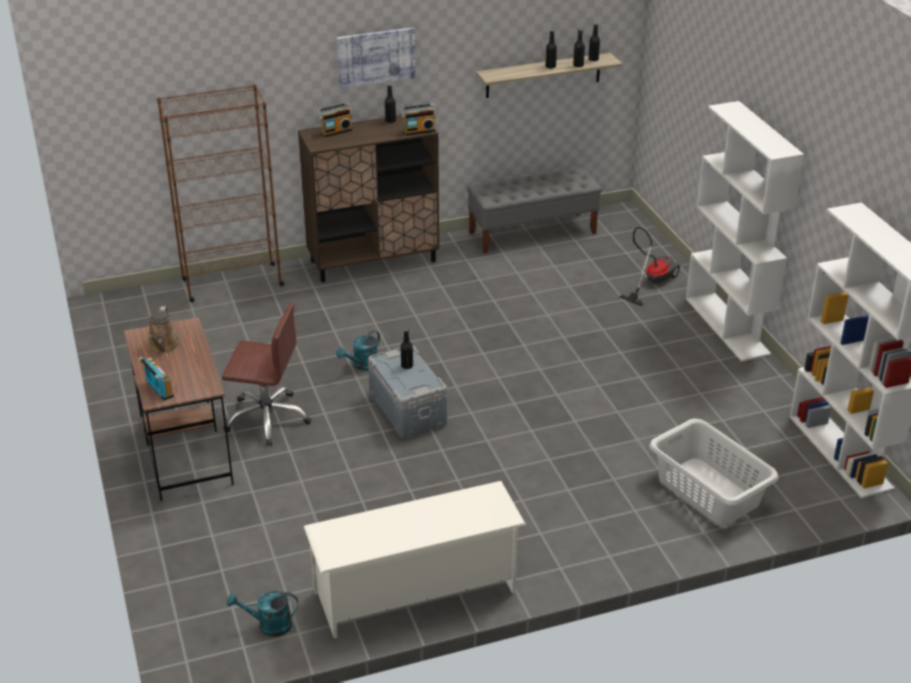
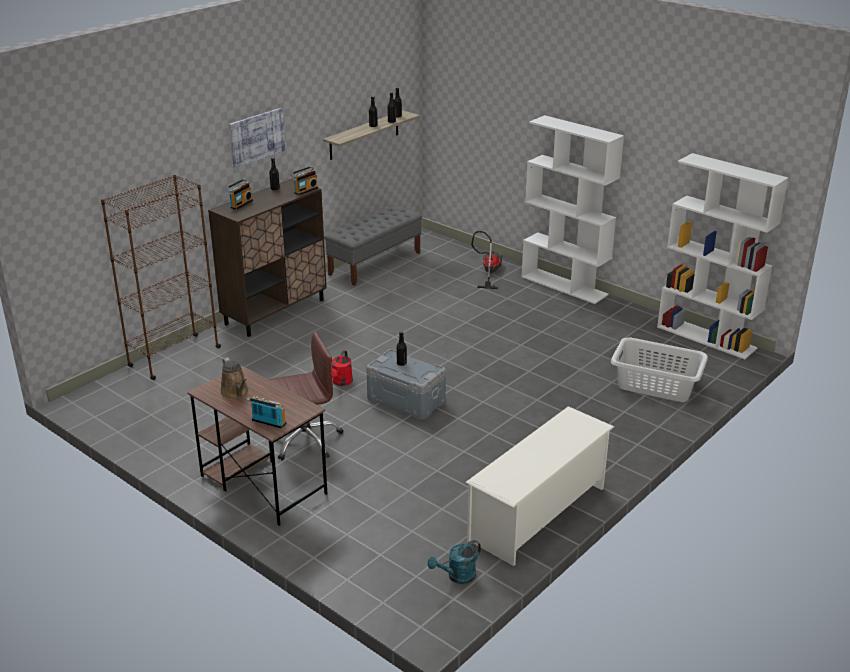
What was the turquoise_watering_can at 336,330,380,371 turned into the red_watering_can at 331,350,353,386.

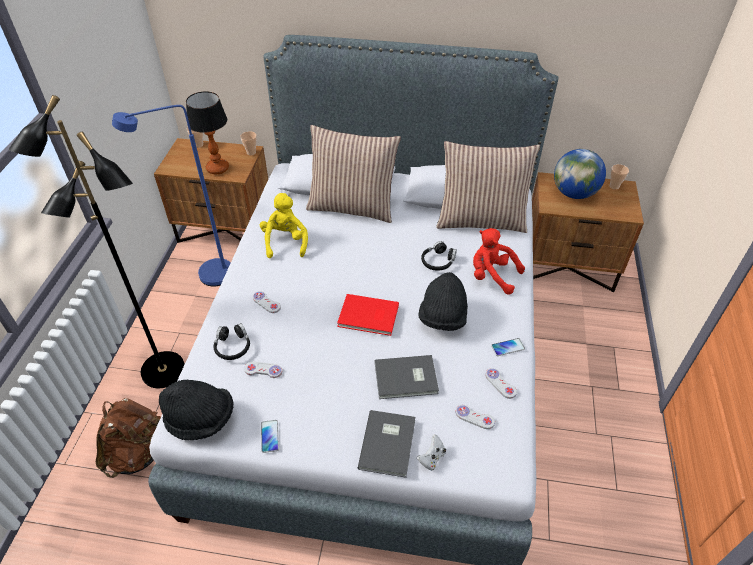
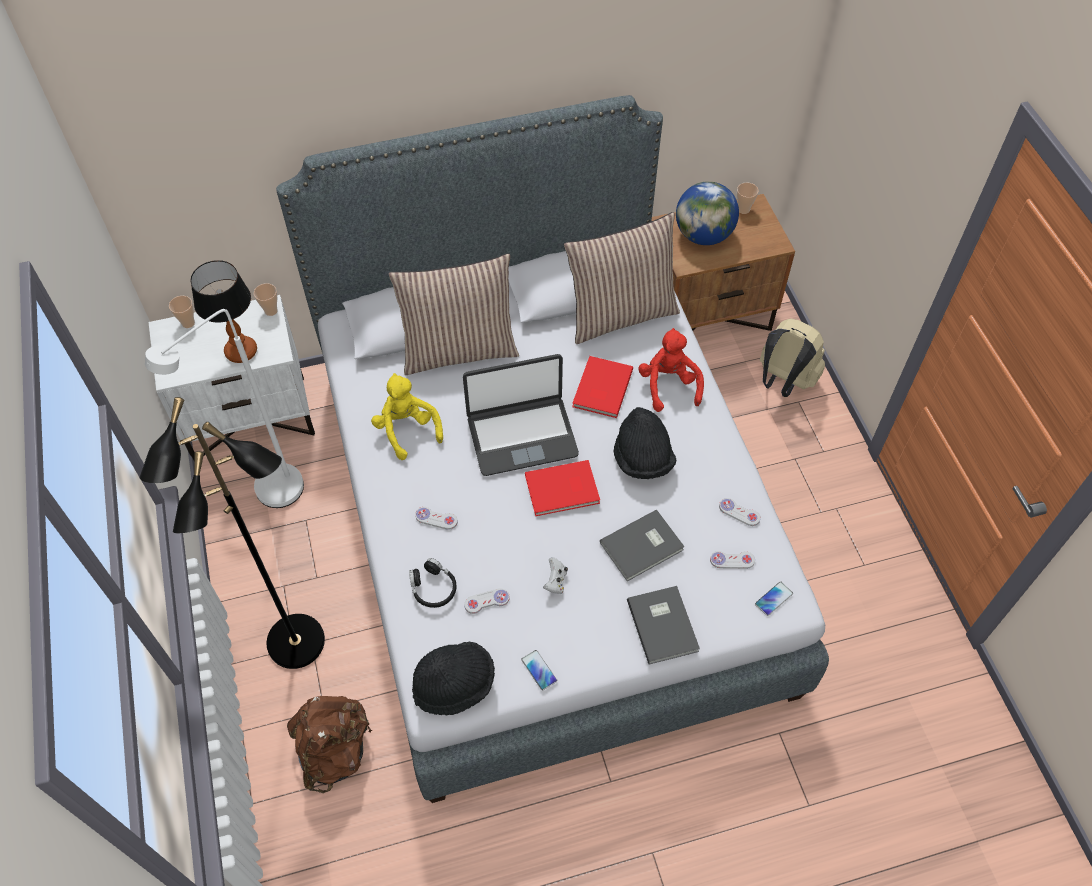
What was the blue_floor_lamp at 112,105,230,286 turned into the white_floor_lamp at 145,309,304,508.
What was the brown_nightstand at 154,138,268,243 turned into the white_nightstand at 148,295,315,460.
The white_game_controller ended up elsewhere, having gone from 417,434,446,471 to 543,557,568,594.
Where the black_headphones stood at 421,241,457,271, the red_book came to stand at 572,356,633,418.
The red_plush_toy at 473,228,525,294 ended up facing another way, 75 degrees clockwise from before.
The phone ended up elsewhere, having gone from 491,338,525,356 to 755,581,793,616.
The second view gained the laptop at 463,354,579,476.
The second view gained the beige_backpack at 760,318,825,397.

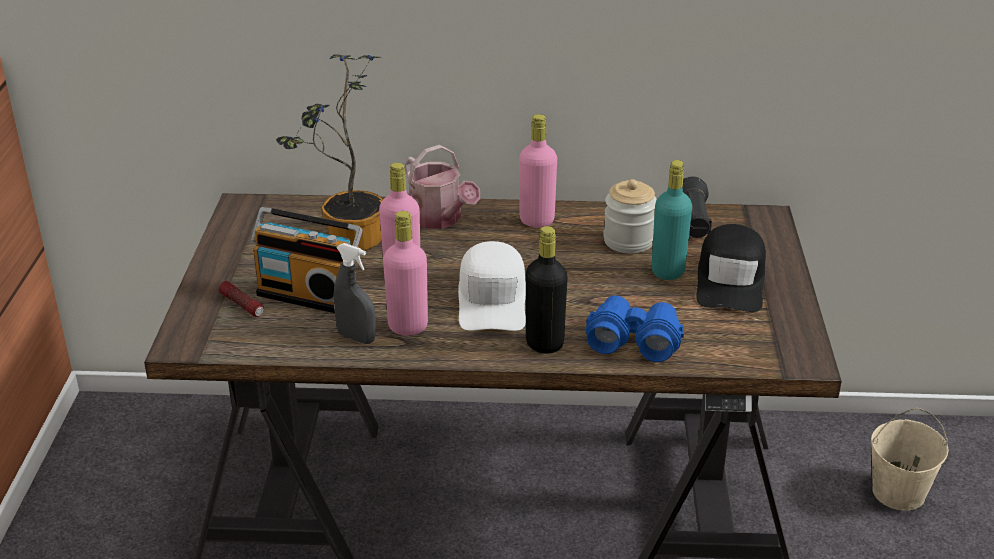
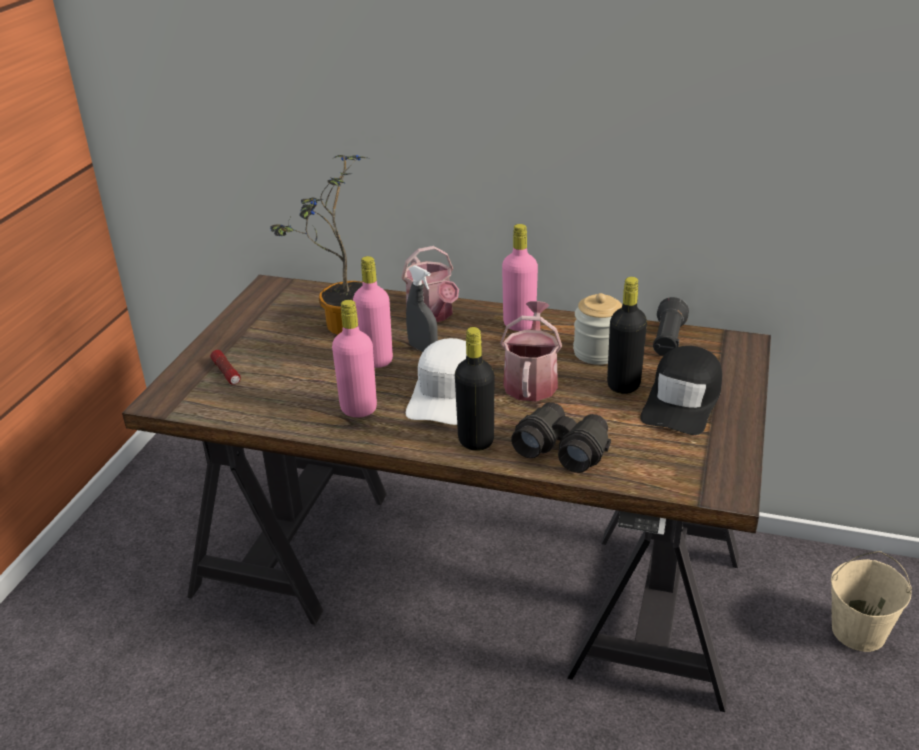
The second view lost the radio at 251,207,363,313.
The grey_spray_bottle ended up elsewhere, having gone from 334,243,376,344 to 406,265,438,352.
What was the blue_binoculars at 586,296,684,362 turned into the black_binoculars at 511,402,611,473.
What was the turquoise_bottle at 651,160,692,280 turned into the black_bottle at 607,277,647,394.
The second view gained the watering_can at 500,301,562,401.

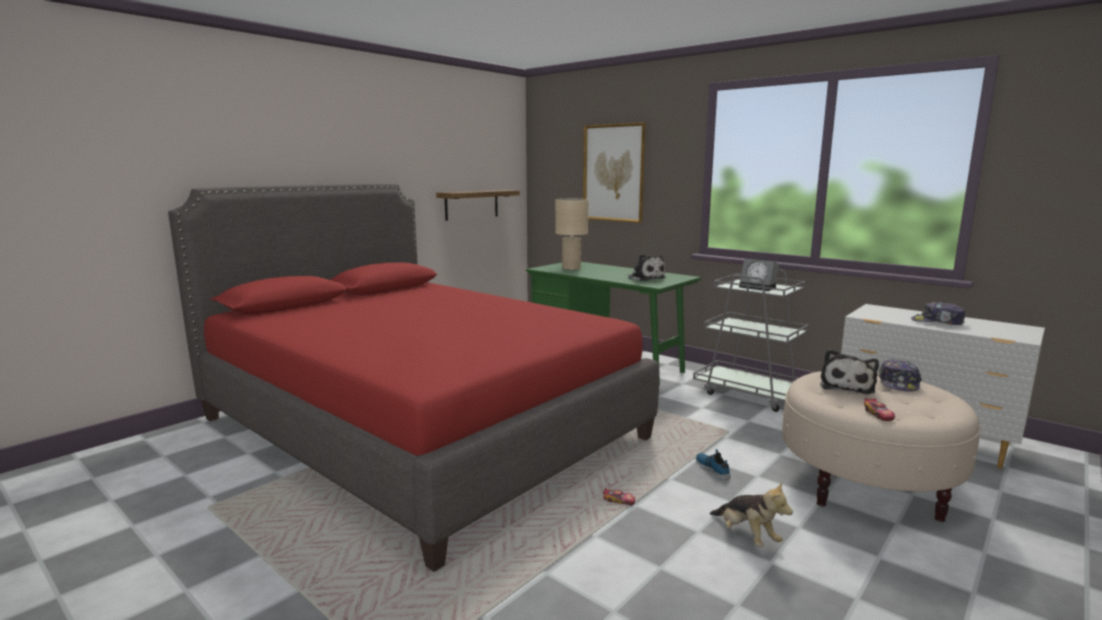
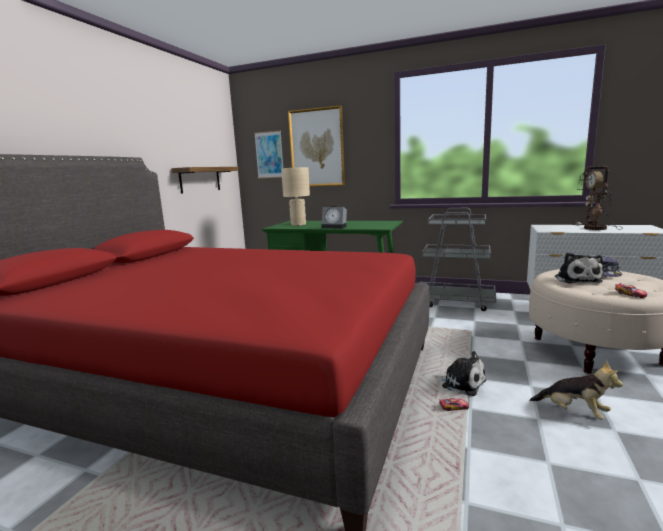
The plush_toy ended up elsewhere, having gone from 628,254,666,281 to 433,351,486,396.
The second view lost the shoe at 696,449,731,480.
The alarm_clock ended up elsewhere, having gone from 739,258,779,291 to 321,206,347,229.
Where the cap stood at 911,302,965,325, the table_lamp came to stand at 576,166,623,230.
The second view gained the picture at 254,131,283,178.

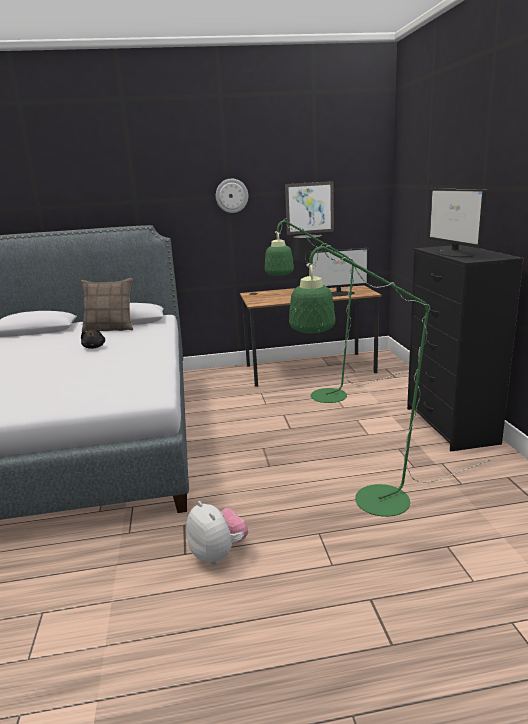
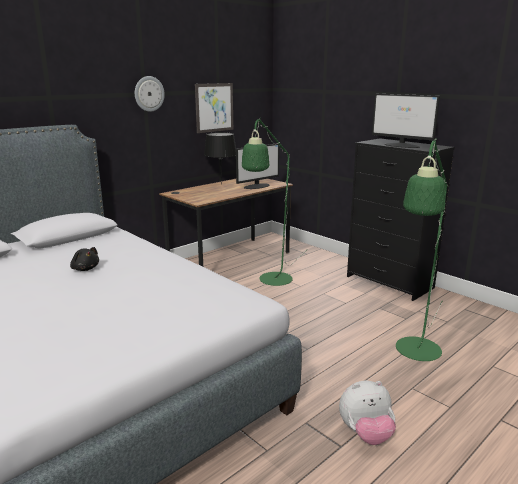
The second view lost the pillow at 81,278,133,332.
The plush_toy at 186,501,248,564 ended up facing another way, 150 degrees clockwise from before.

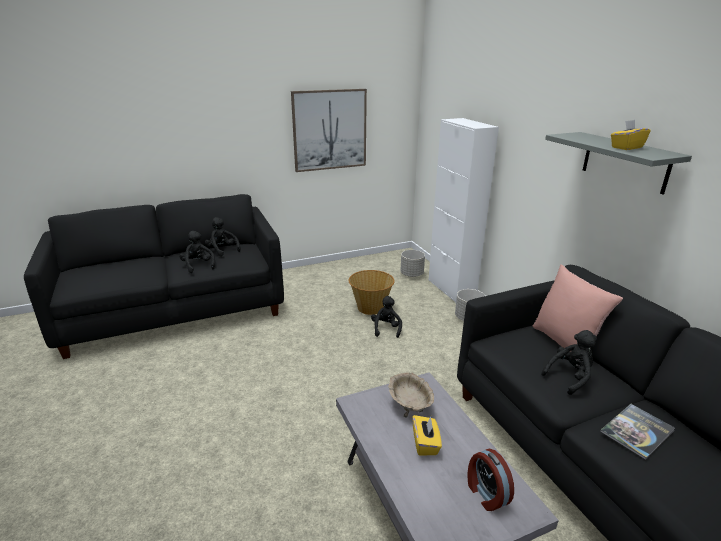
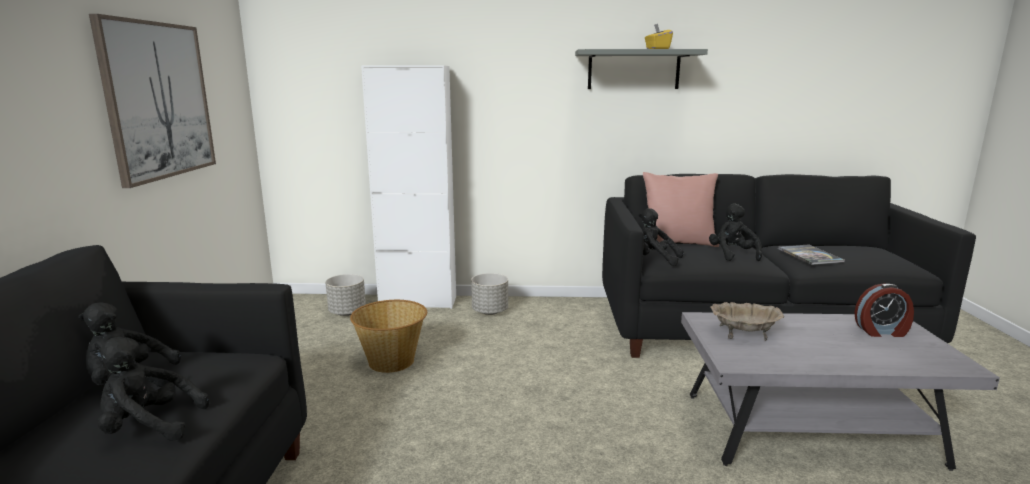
The black_plush_toy ended up elsewhere, having gone from 371,296,402,338 to 639,208,684,266.
The second view lost the yellow_tissue_box at 413,415,442,456.

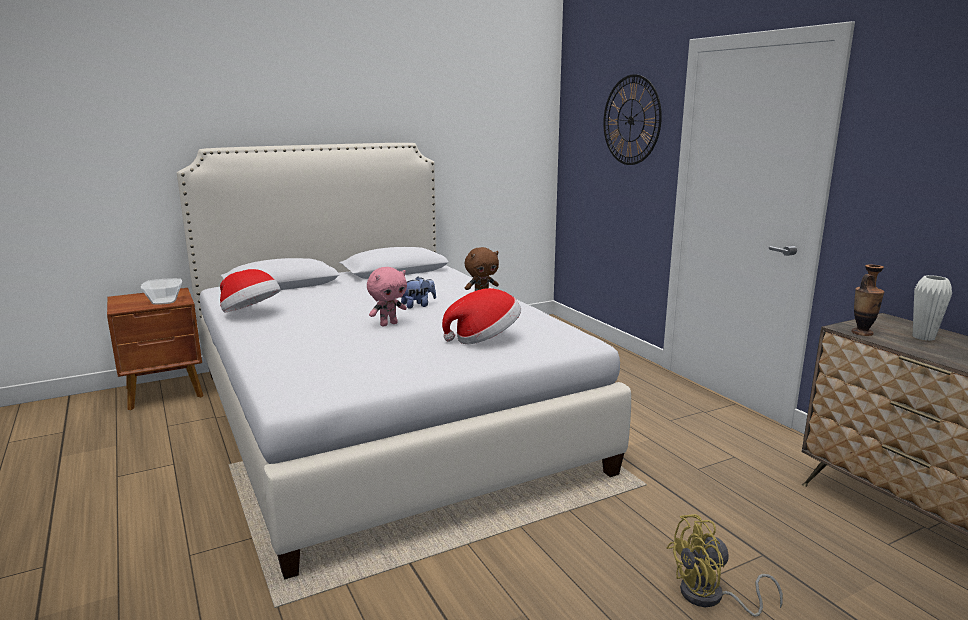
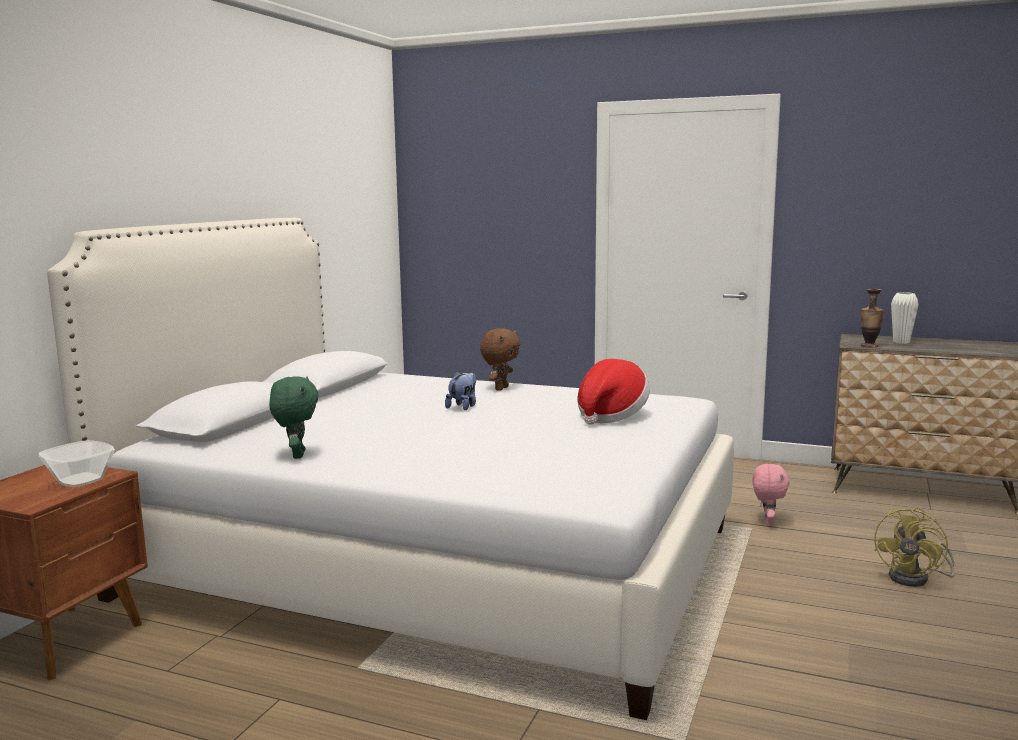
Where the hat stood at 220,269,281,313, the green_plush_toy came to stand at 269,376,319,459.
The pink_plush_toy ended up elsewhere, having gone from 367,267,407,326 to 752,463,790,526.
The second view lost the wall_clock at 603,74,662,165.

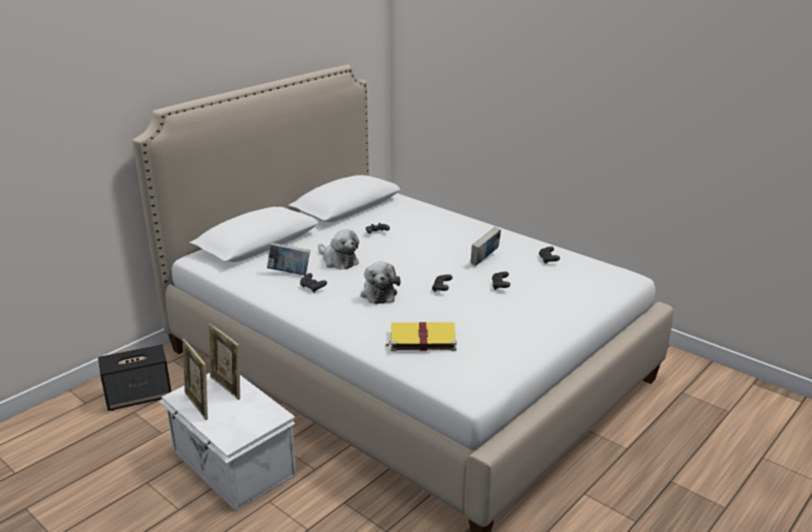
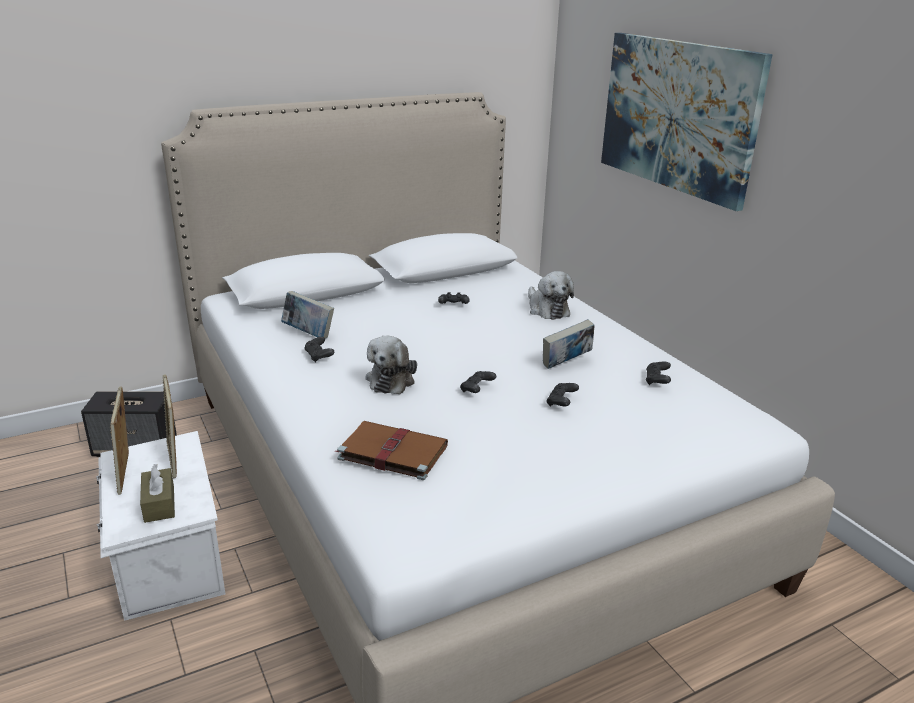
The plush_toy ended up elsewhere, having gone from 318,230,359,270 to 528,271,574,320.
What was the yellow_book at 385,322,457,351 turned into the brown_book at 335,421,448,480.
The second view gained the brown_tissue_box at 140,464,175,523.
The second view gained the picture at 601,33,773,211.

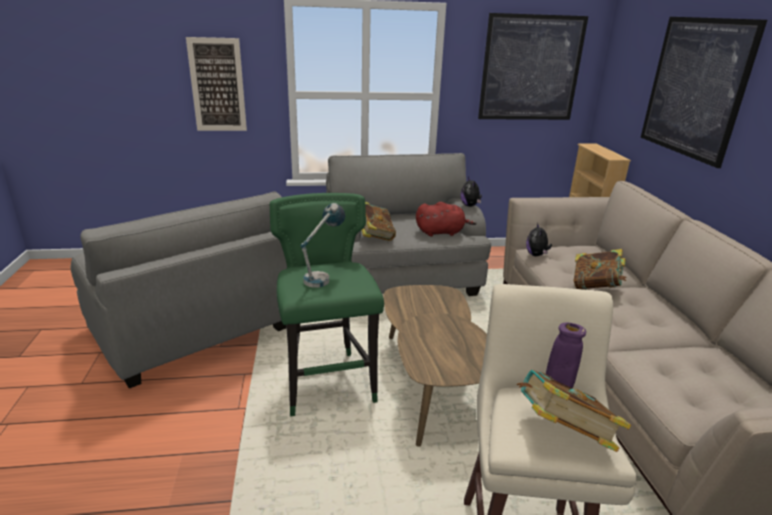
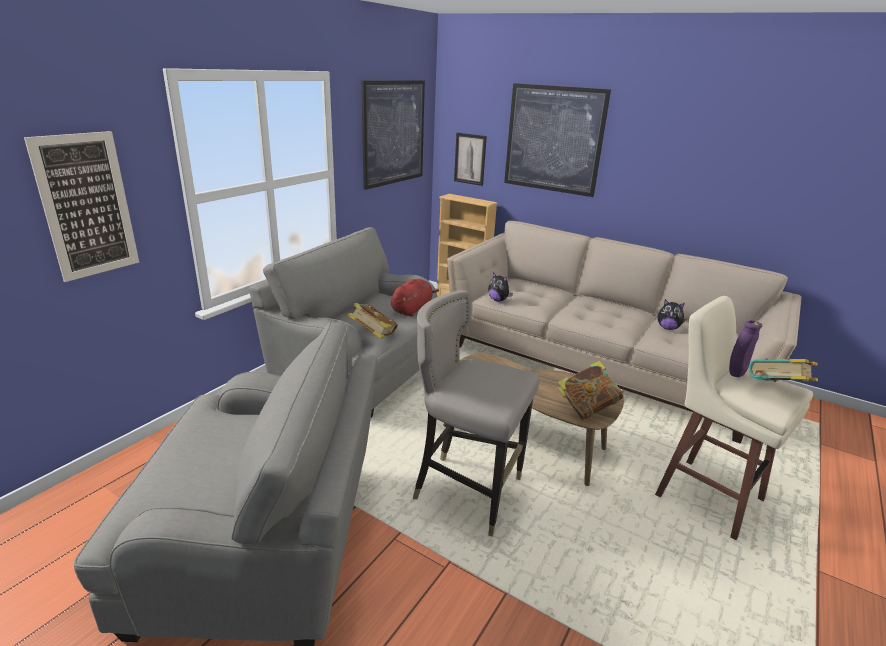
What was the green_stool at 270,193,384,417 turned into the grey_stool at 413,290,540,537.
The second view lost the table_lamp at 301,203,345,288.
The plush_toy ended up elsewhere, having gone from 460,177,482,207 to 658,299,686,330.
The book ended up elsewhere, having gone from 574,249,627,290 to 558,360,623,420.
The second view gained the picture at 454,133,487,186.

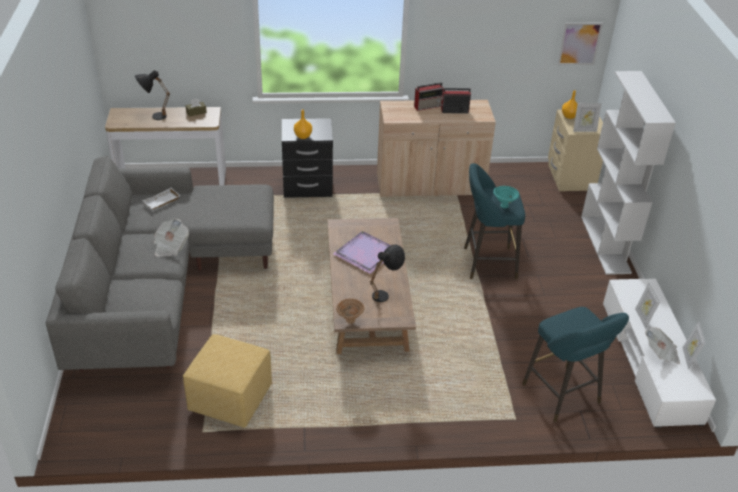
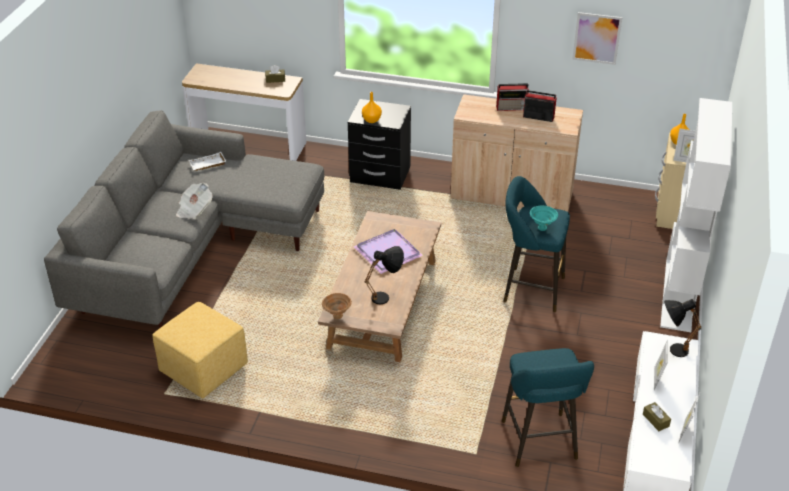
The black_table_lamp ended up elsewhere, having gone from 135,70,170,120 to 664,299,701,357.
The picture ended up elsewhere, having gone from 557,23,603,65 to 572,12,622,65.
Where the newspaper stood at 645,327,680,364, the brown_tissue_box came to stand at 643,402,671,431.

